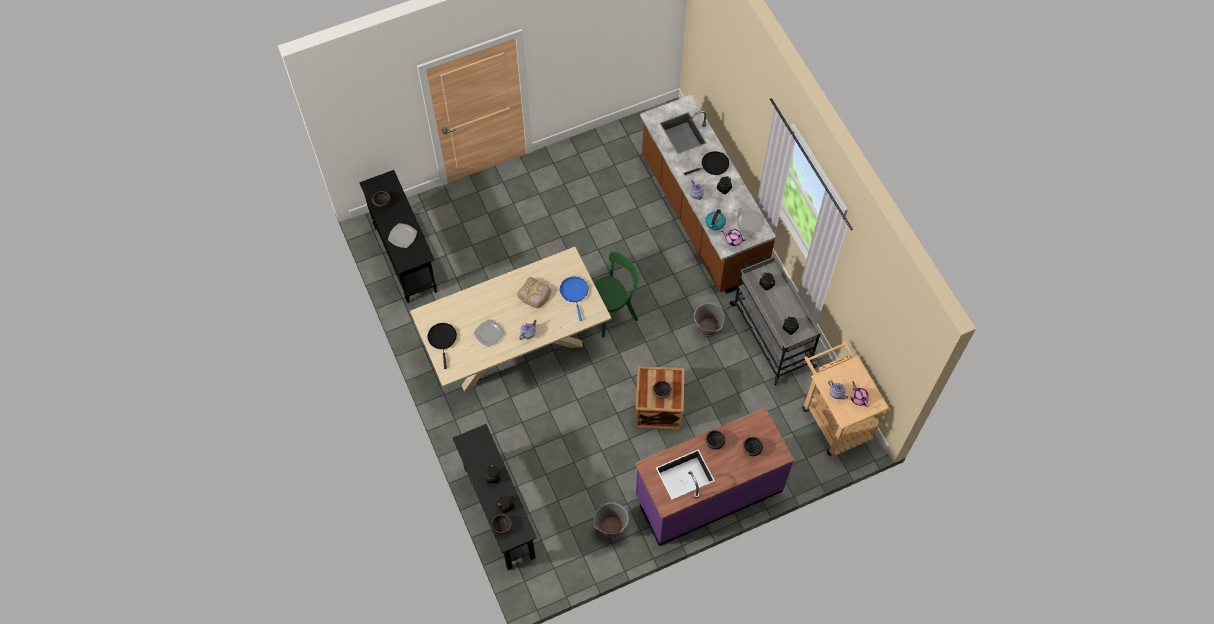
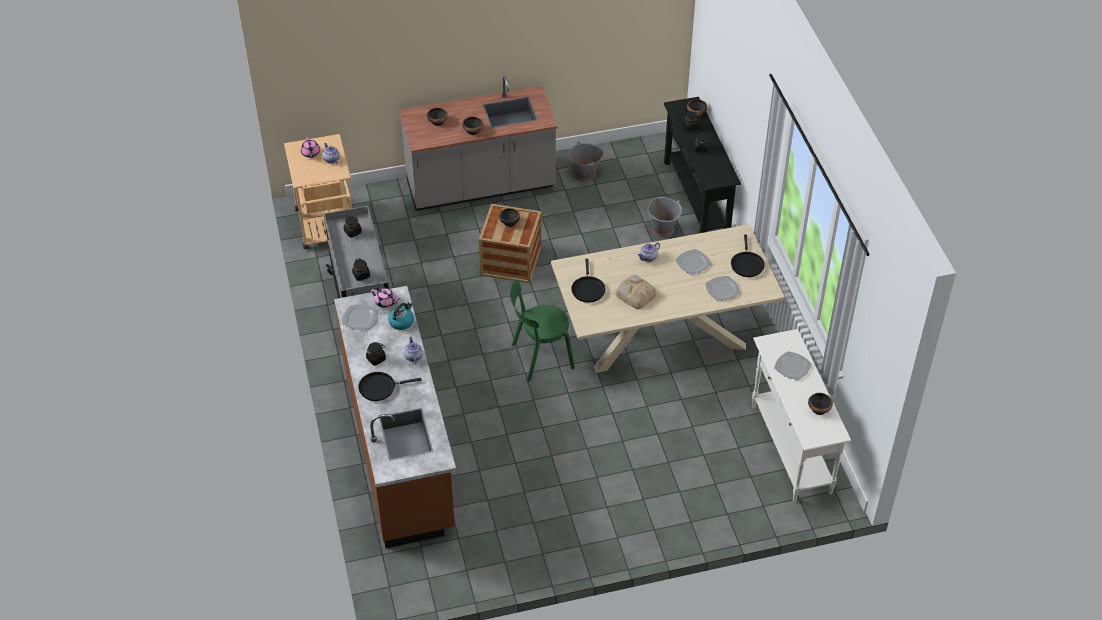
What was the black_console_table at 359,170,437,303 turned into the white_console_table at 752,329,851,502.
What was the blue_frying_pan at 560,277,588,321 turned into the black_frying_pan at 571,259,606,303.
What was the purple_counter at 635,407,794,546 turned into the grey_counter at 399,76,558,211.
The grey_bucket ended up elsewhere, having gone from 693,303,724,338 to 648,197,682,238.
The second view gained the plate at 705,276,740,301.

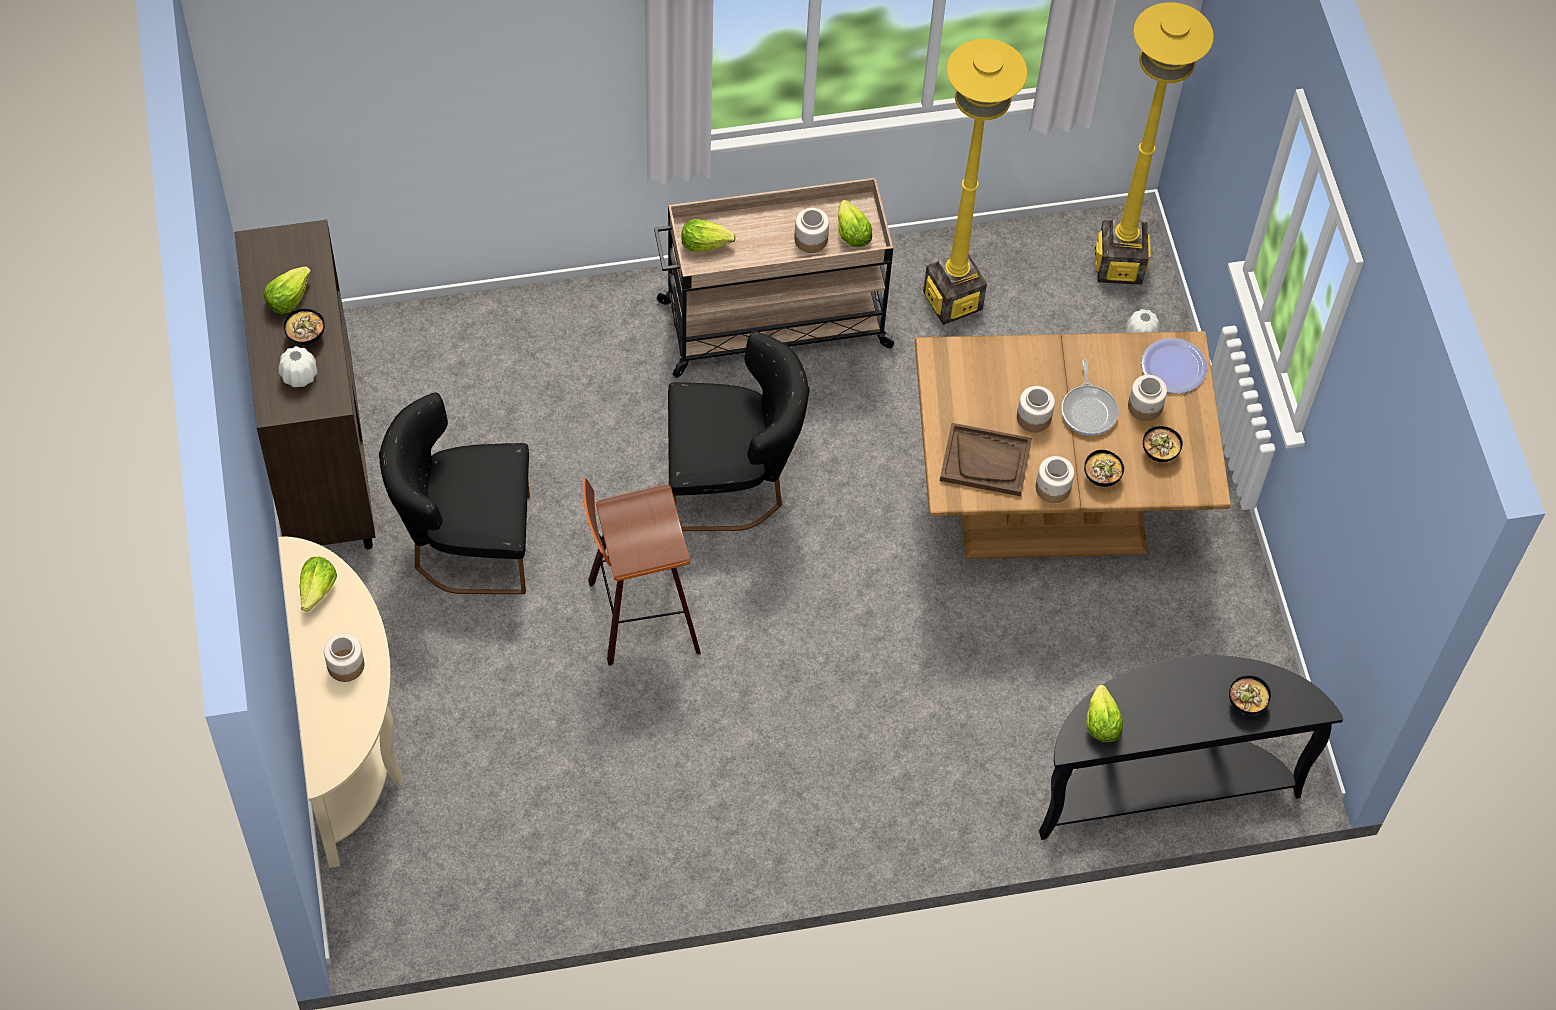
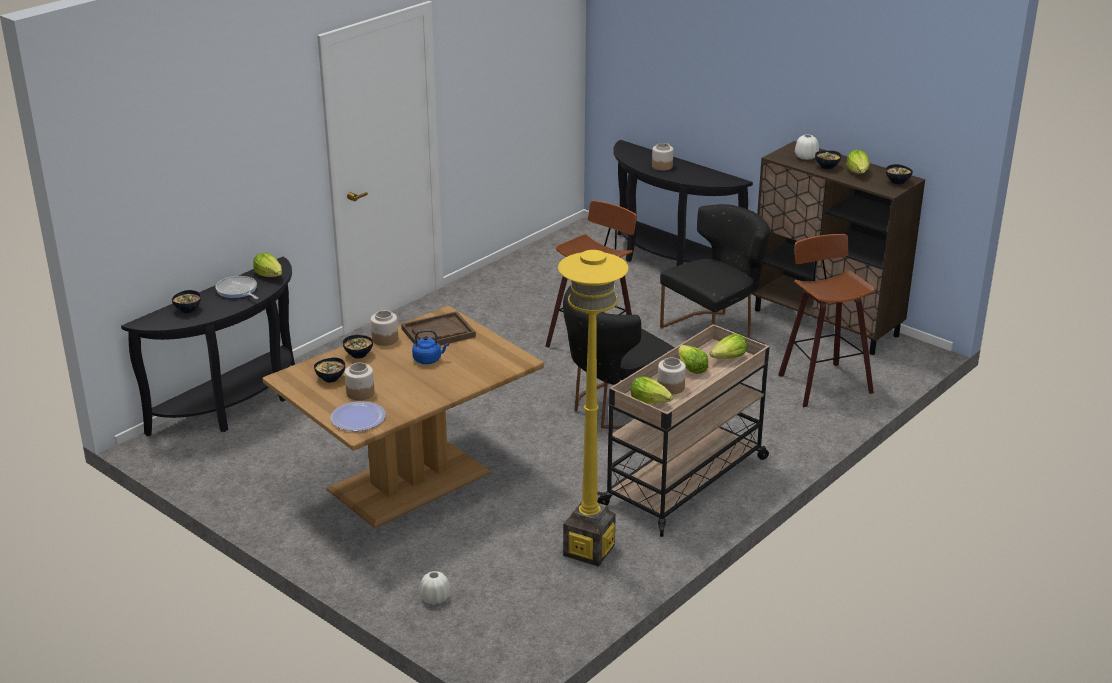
What was the beige_console_table at 278,537,403,868 turned into the black_console_table at 613,140,753,266.
The lettuce ended up elsewhere, having gone from 300,557,337,612 to 679,345,708,374.
Where the jar stood at 1017,386,1055,432, the blue_kettle came to stand at 412,330,449,364.
The frying_pan ended up elsewhere, having gone from 1061,359,1119,436 to 216,276,258,299.
The second view lost the yellow_floor_lamp at 1095,2,1214,285.
The second view gained the stool at 778,234,875,407.
The second view gained the bowl at 886,164,913,185.

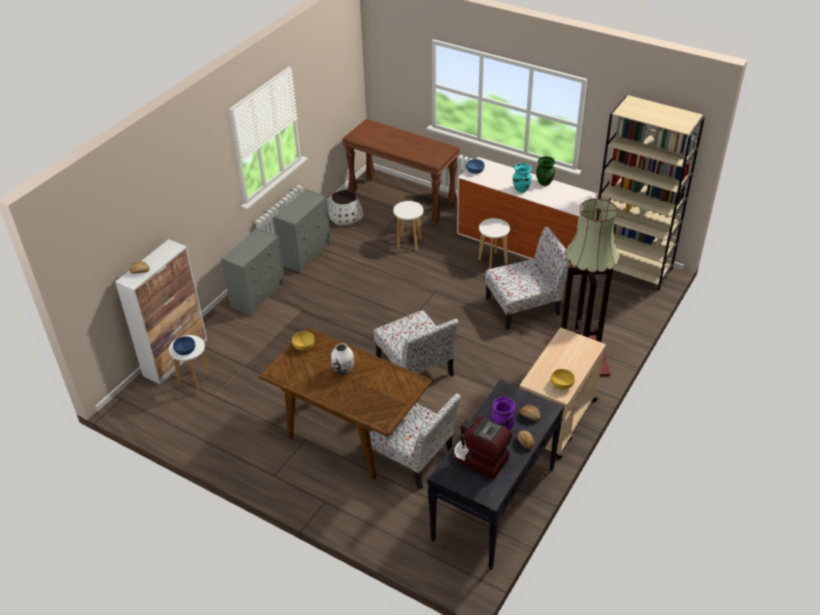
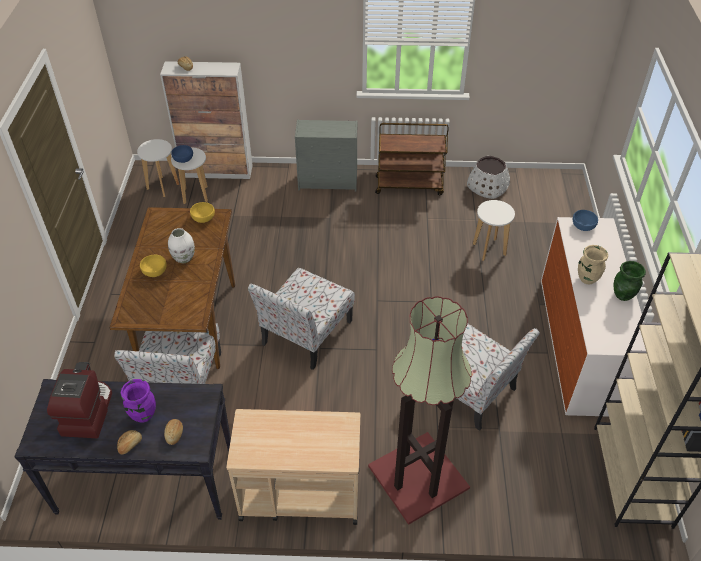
Where the grey_dresser stood at 273,189,331,273, the brown_cart came to stand at 375,123,449,195.
The second view lost the brown_console_table at 343,119,460,226.
The white_stool ended up elsewhere, having gone from 478,218,510,269 to 137,139,179,197.
What was the turquoise_vase at 513,163,532,193 turned into the beige_vase at 578,245,608,284.
The yellow_bowl ended up elsewhere, having gone from 551,369,575,390 to 140,255,167,277.

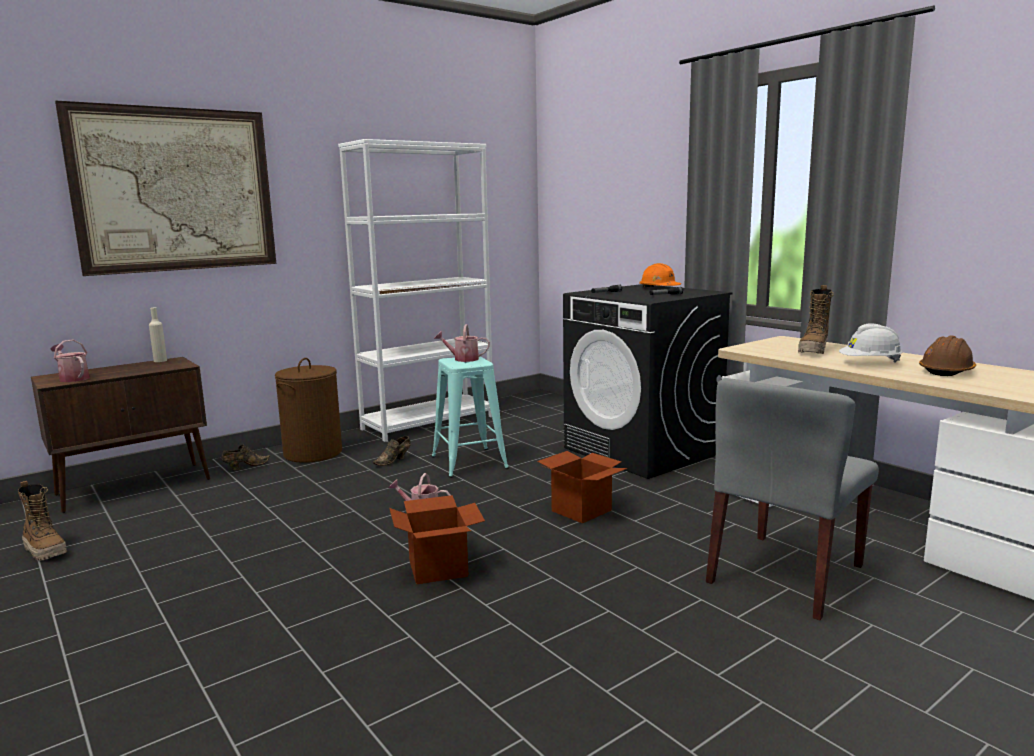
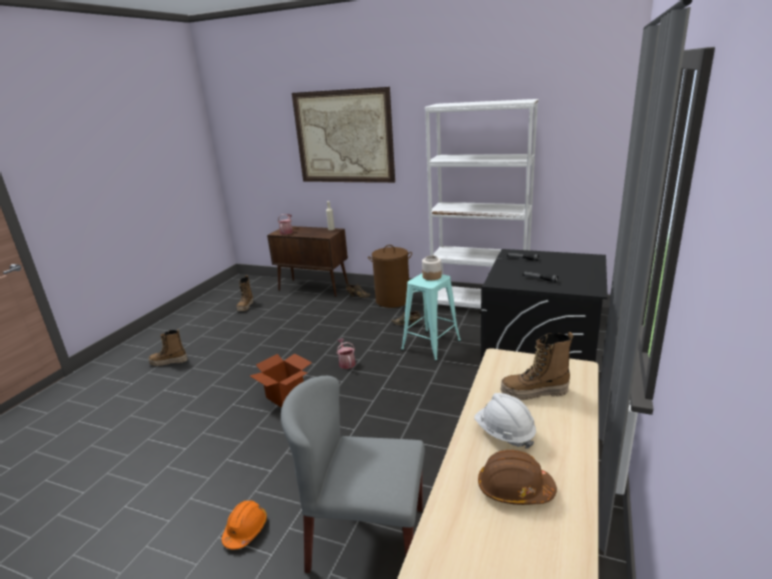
Where the watering_can stood at 434,324,490,362, the jar came to stand at 422,255,442,280.
The second view lost the cardboard_box at 537,451,628,523.
The orange_hard_hat ended up elsewhere, having gone from 639,263,681,287 to 222,500,267,550.
The second view gained the boot at 149,329,188,366.

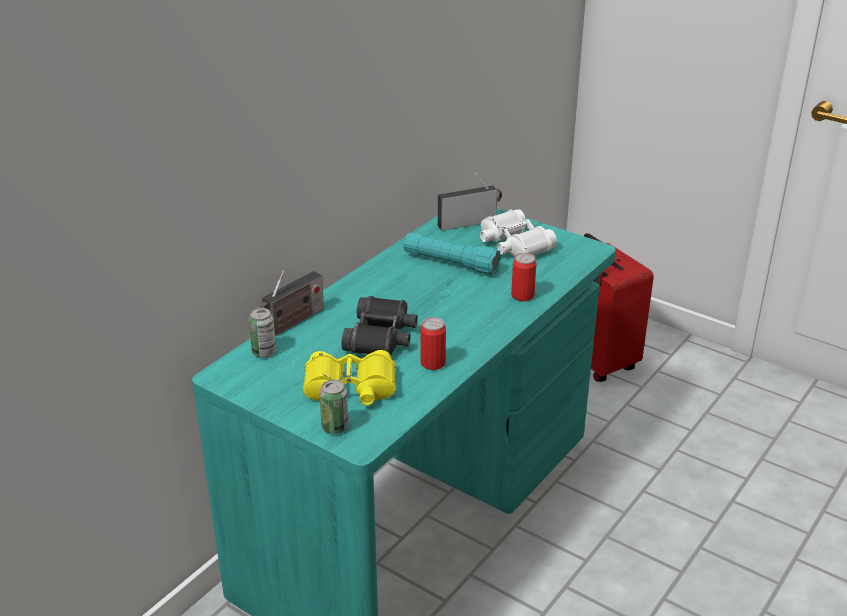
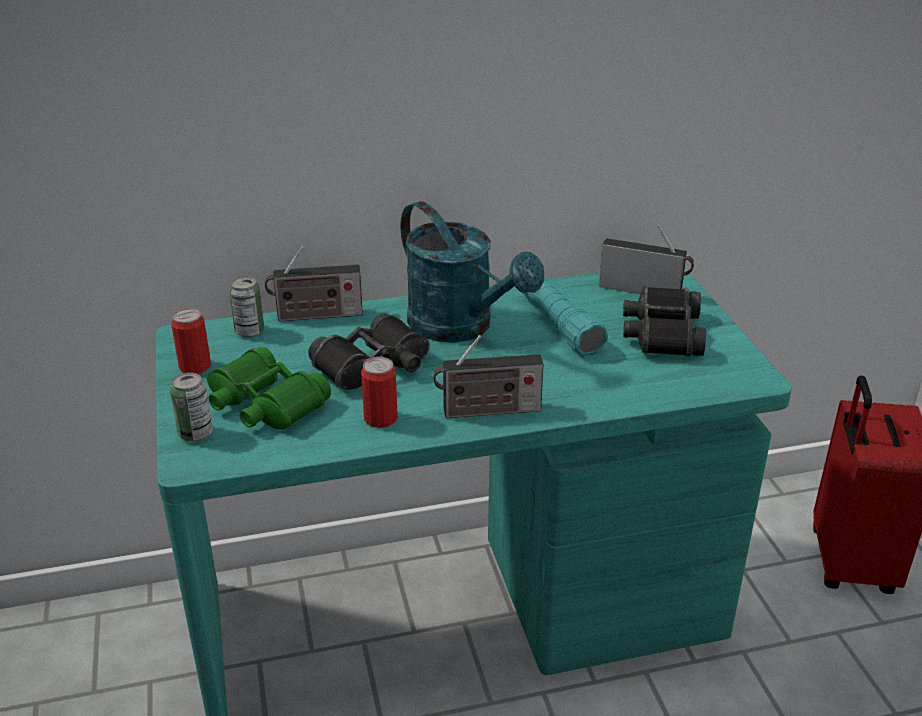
What was the yellow_binoculars at 303,350,396,405 turned into the green_binoculars at 207,347,331,430.
What was the white_binoculars at 480,209,557,257 turned into the black_binoculars at 623,286,706,356.
The can ended up elsewhere, having gone from 511,253,536,301 to 171,308,211,374.
The second view gained the turquoise_watering_can at 401,201,544,343.
The second view gained the radio at 433,335,543,418.

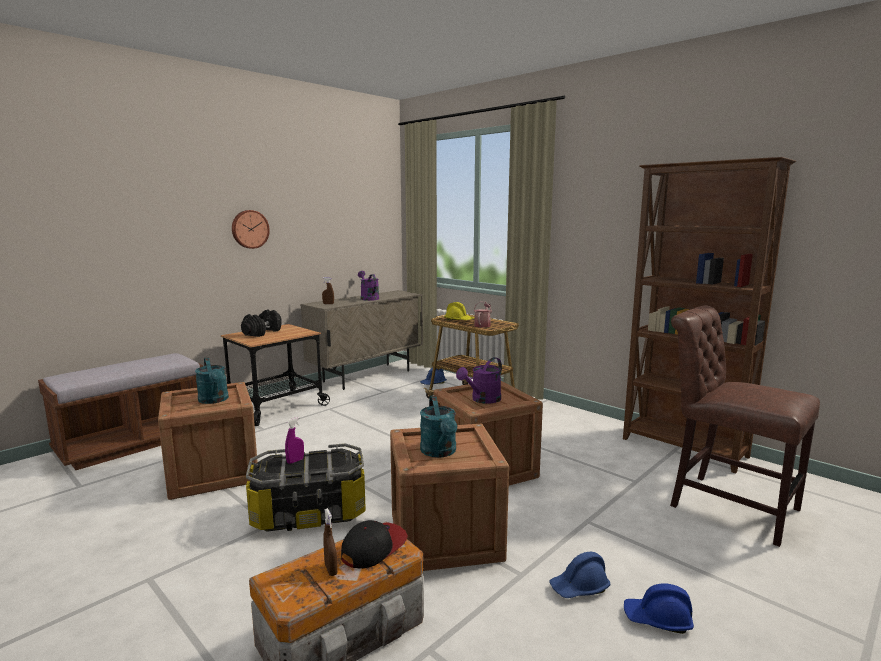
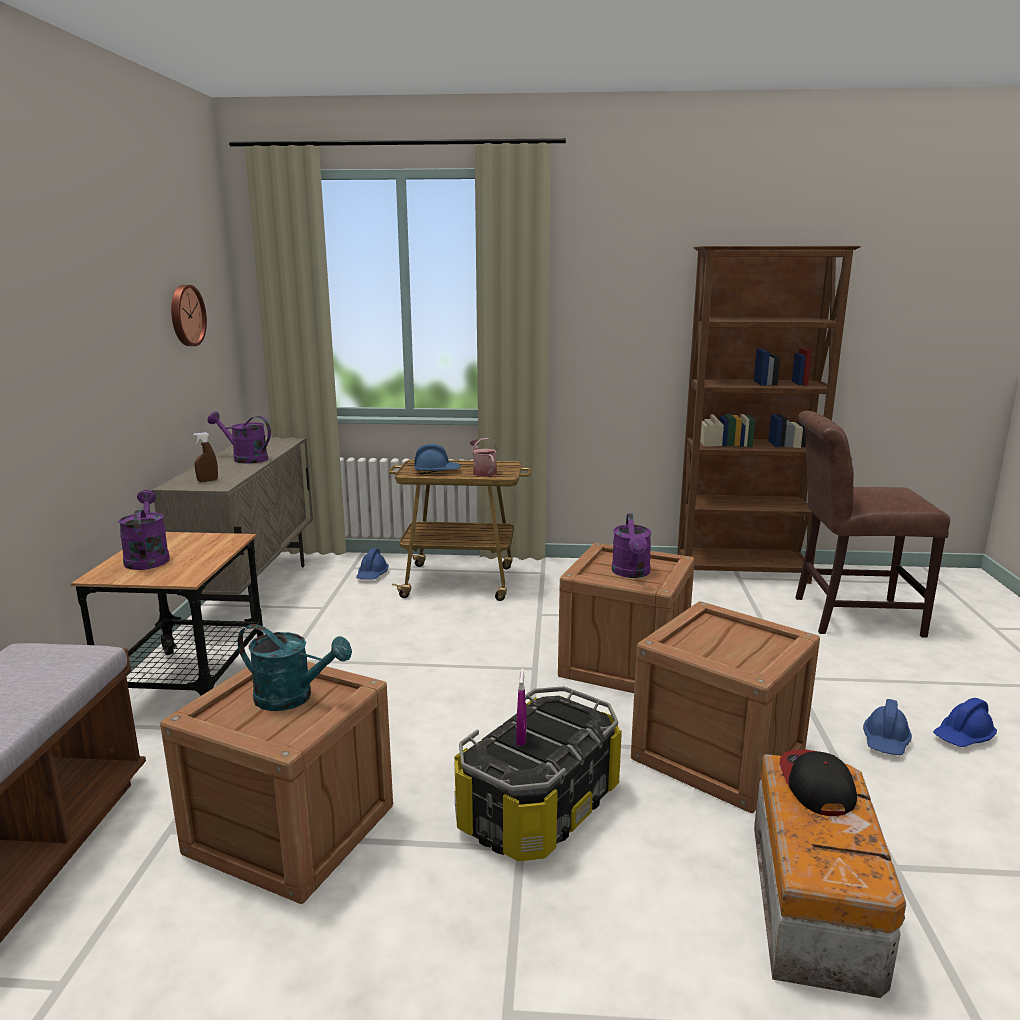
The wall_clock ended up elsewhere, having gone from 232,210,270,249 to 171,285,207,346.
Where the black_dumbbell stood at 241,309,282,337, the purple_watering_can came to stand at 118,490,170,570.
The second view lost the brown_spray_bottle at 323,508,338,576.
The second view lost the turquoise_watering_can at 420,396,457,457.
What was the yellow_hard_hat at 444,302,474,321 turned into the blue_hard_hat at 414,444,461,474.

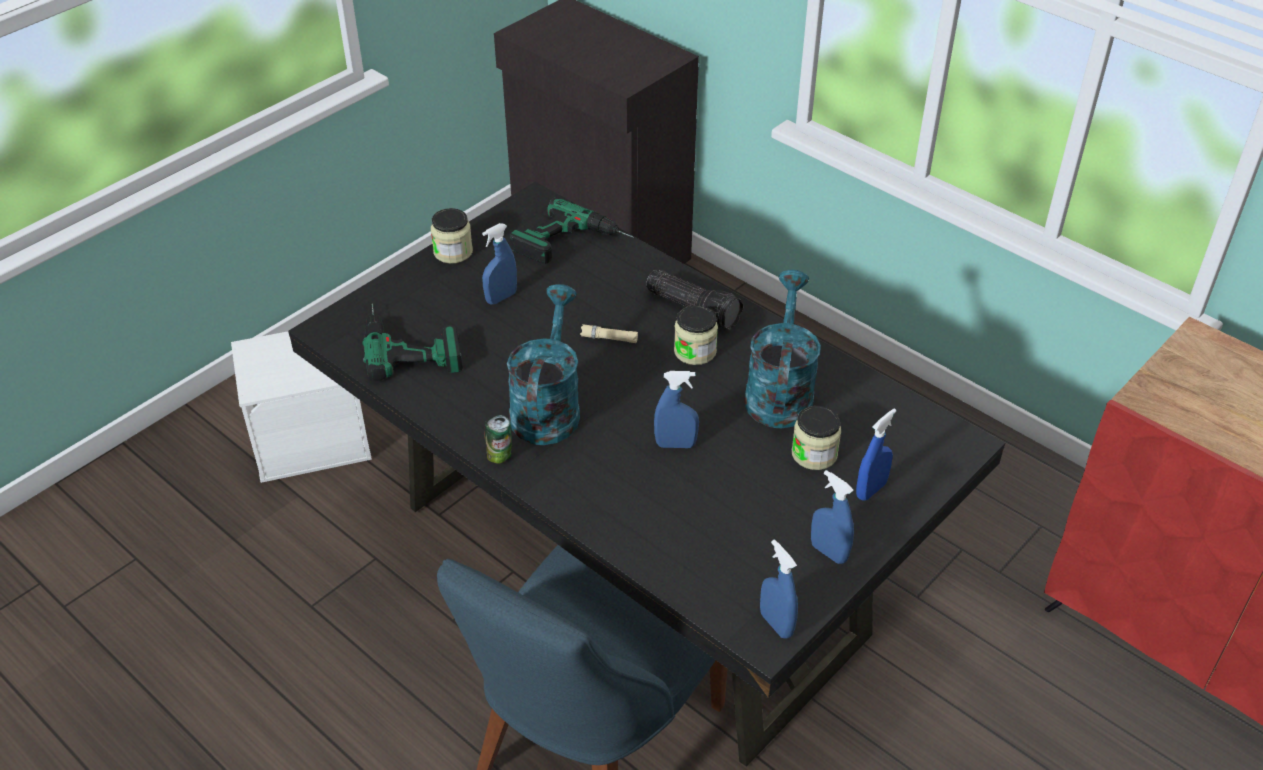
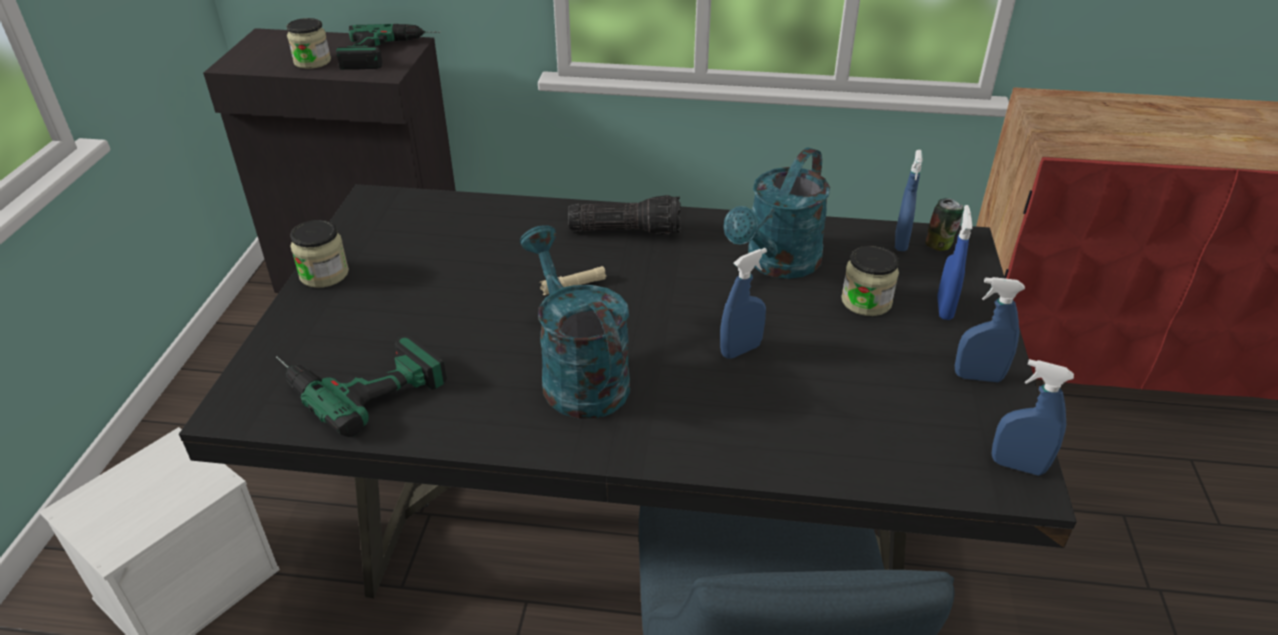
The blue_spray_bottle ended up elsewhere, having gone from 482,223,517,304 to 895,150,922,251.
The can ended up elsewhere, having gone from 484,415,512,464 to 925,198,964,251.
The power_drill ended up elsewhere, having gone from 510,197,634,264 to 336,24,440,69.
The jar ended up elsewhere, having gone from 674,305,718,365 to 286,18,331,69.
The turquoise_watering_can at 744,270,821,428 ended up facing another way, 120 degrees counterclockwise from before.

